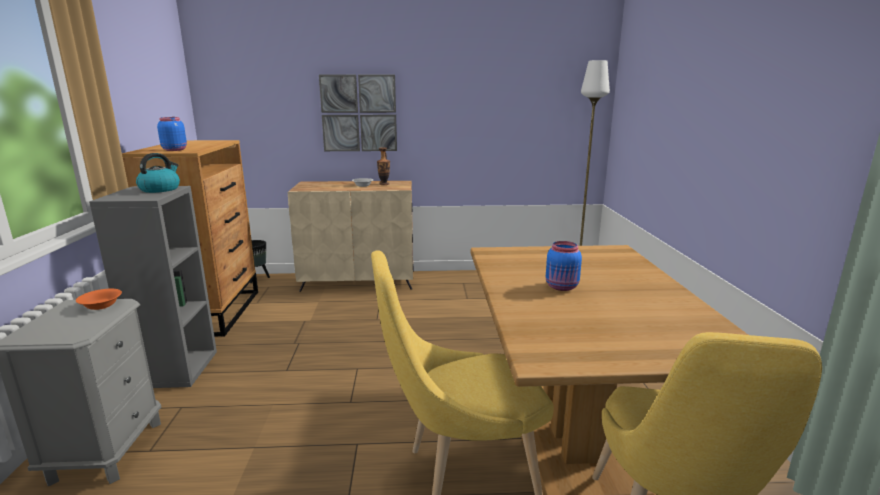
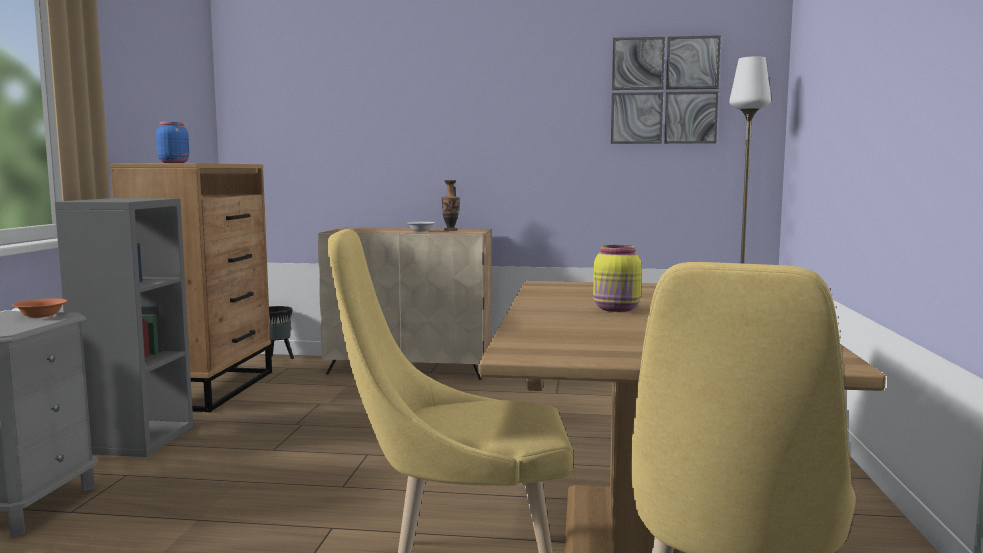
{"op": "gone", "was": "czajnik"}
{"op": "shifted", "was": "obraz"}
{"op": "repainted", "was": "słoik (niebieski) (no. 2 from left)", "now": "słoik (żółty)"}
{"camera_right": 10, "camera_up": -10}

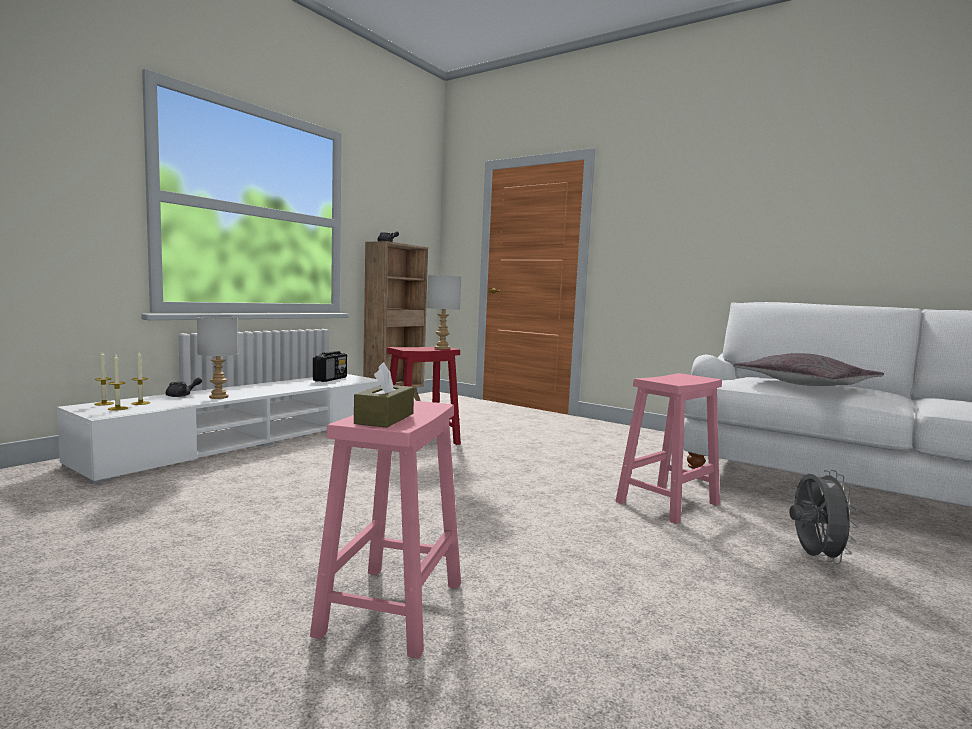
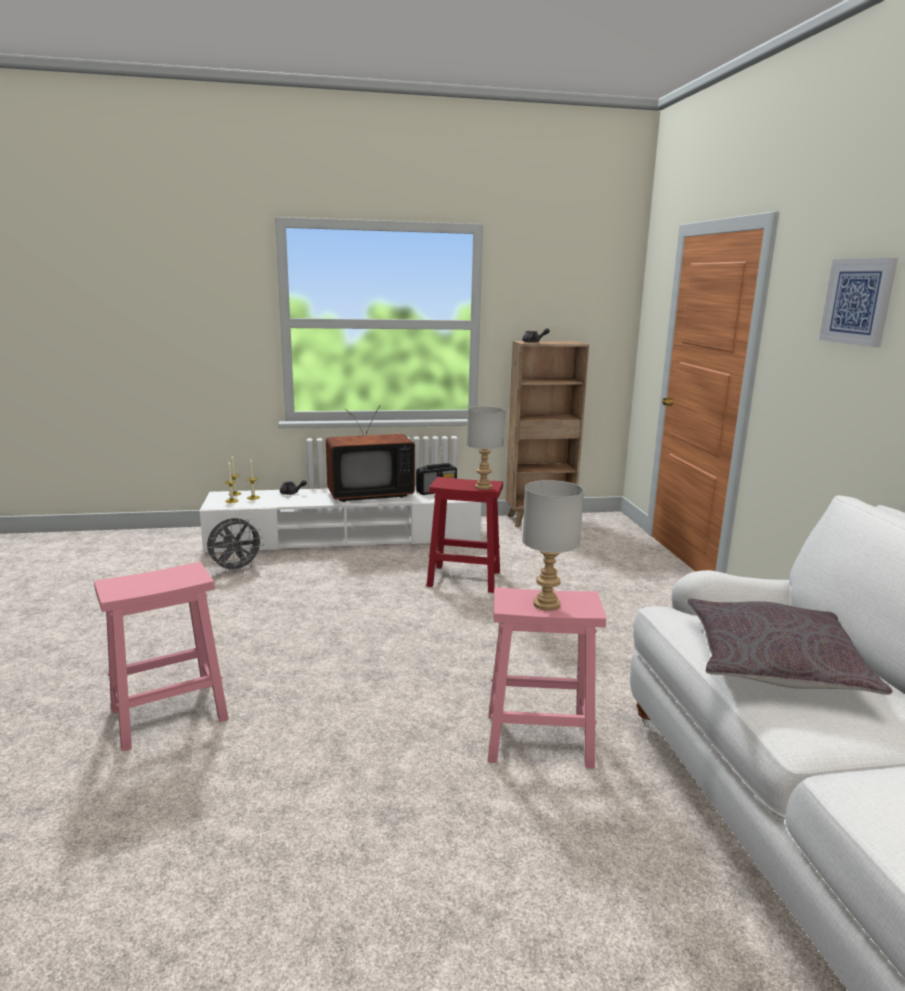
{"op": "shifted", "was": "lampa stołowa (szary) (no. 1 from left in the first image)", "now": "lampa stołowa (szary) (no. 2 from left)"}
{"op": "gone", "was": "pudełko chusteczek (brązowy)"}
{"op": "shifted", "was": "wentylator (szary)"}
{"op": "new", "now": "telewizor"}
{"op": "new", "now": "obraz"}
{"camera_right": 45, "camera_up": 10}

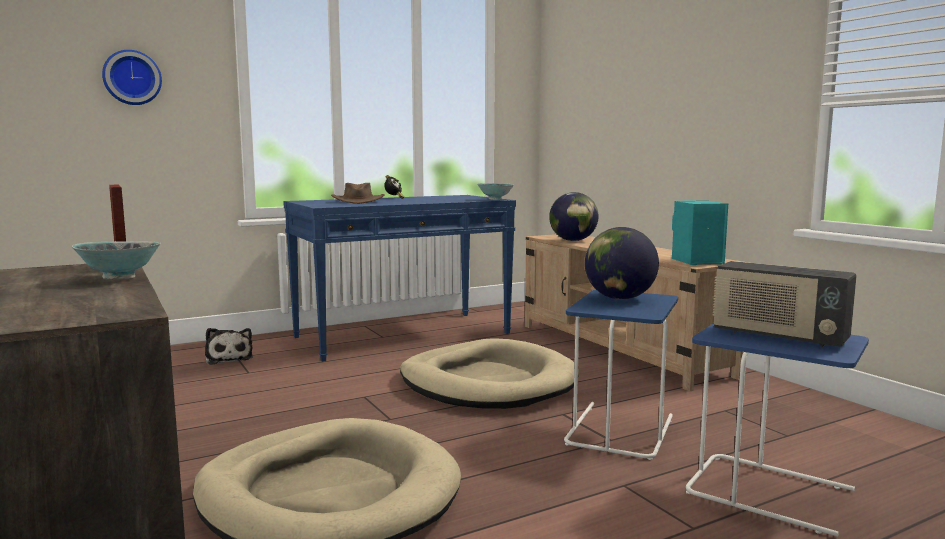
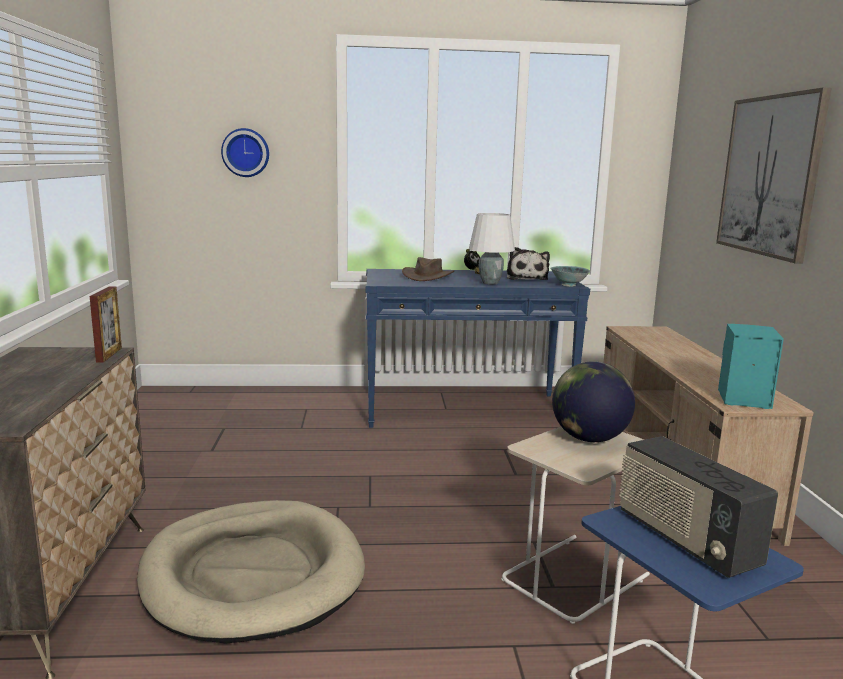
{"op": "gone", "was": "miska (no. 1 from left)"}
{"op": "shifted", "was": "pluszak"}
{"op": "gone", "was": "legowisko (beżowy) (no. 2 from left)"}
{"op": "gone", "was": "globus (no. 1 from left)"}
{"op": "repainted", "was": "stolik (niebieski) (no. 1 from left)", "now": "stolik (beżowy)"}
{"op": "new", "now": "lampa stołowa (biały)"}
{"op": "new", "now": "obraz"}
{"camera_right": 25, "camera_up": 5}

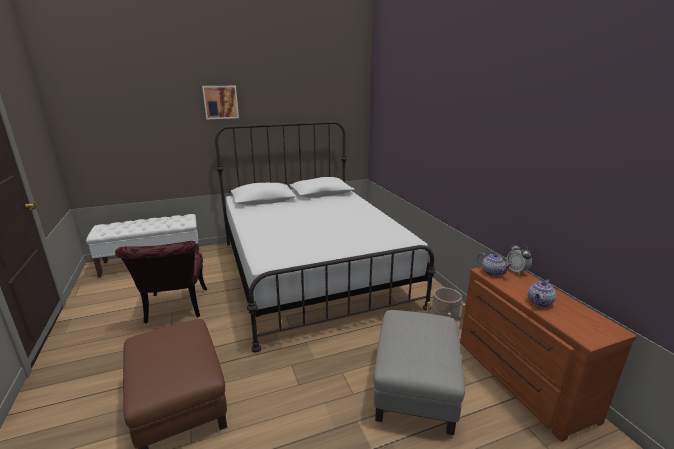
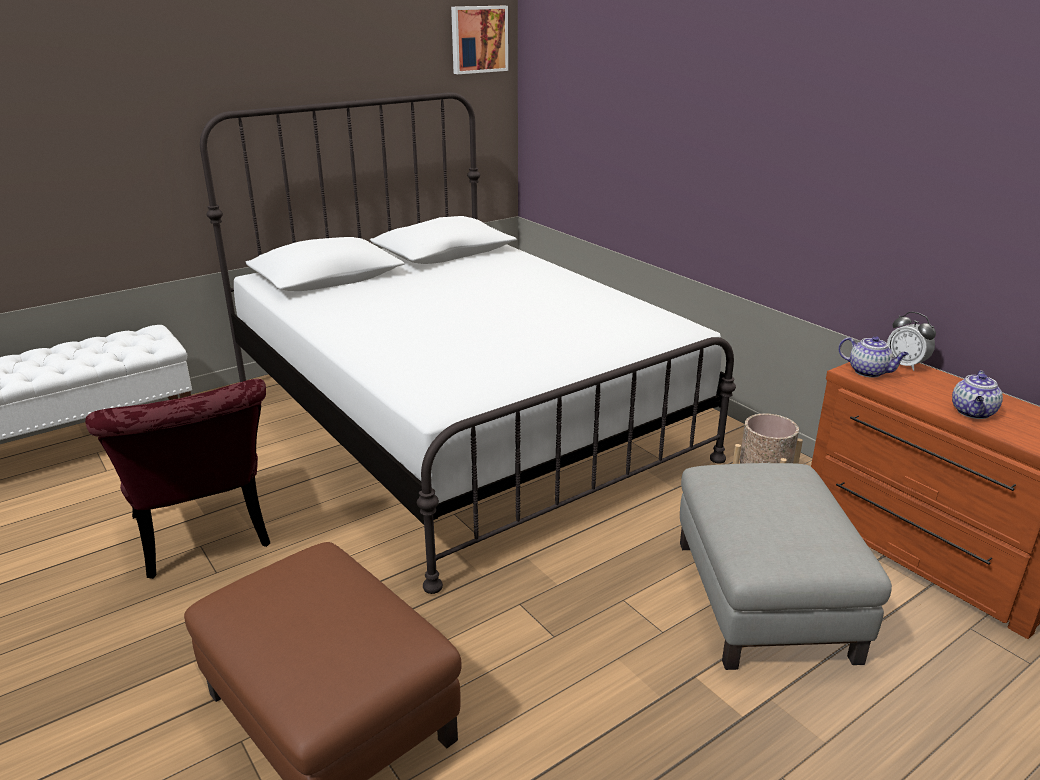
{"op": "shifted", "was": "obraz"}
{"camera_right": -15, "camera_up": 5}

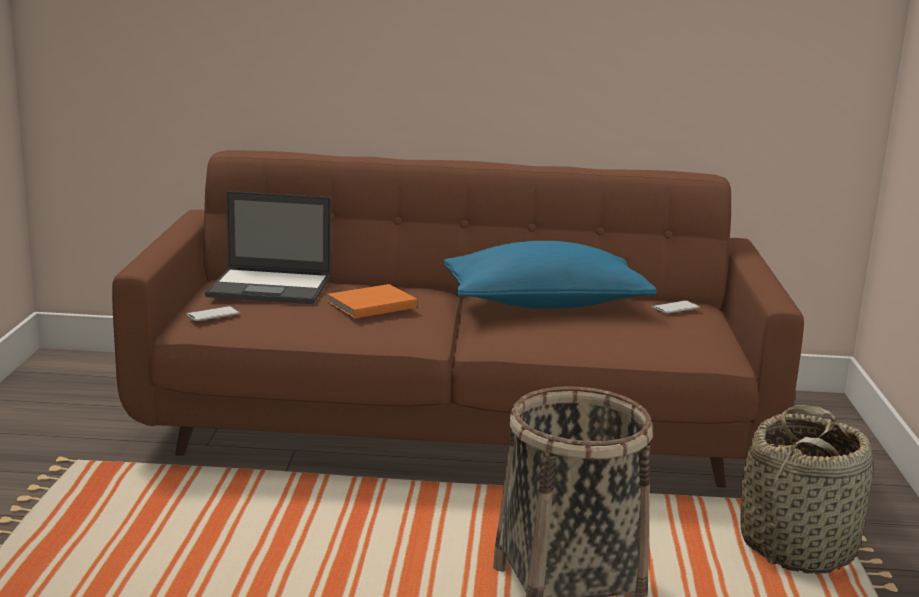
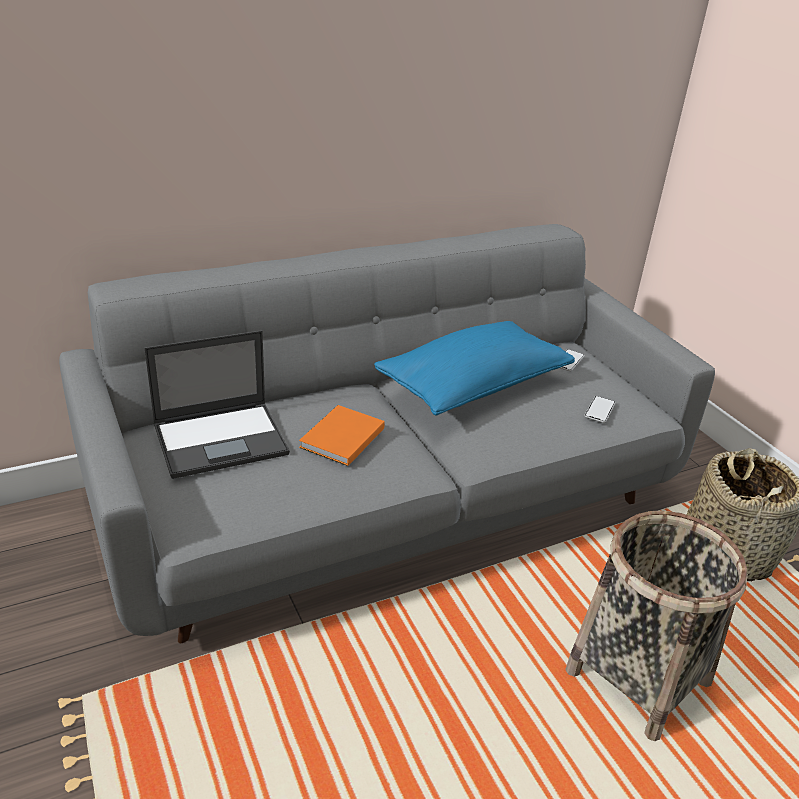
{"op": "repainted", "was": "kanapa (brązowy)", "now": "kanapa (szary)"}
{"op": "shifted", "was": "telefon (no. 1 from left in the first image)", "now": "telefon (no. 2 from left)"}
{"camera_right": -30, "camera_up": 15}

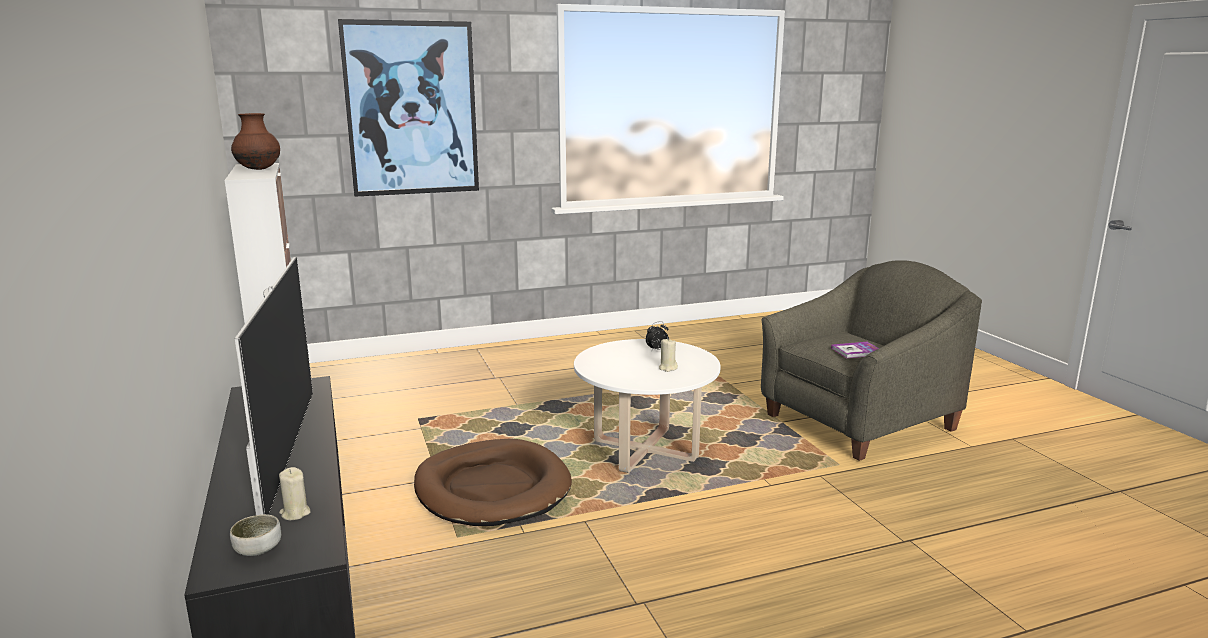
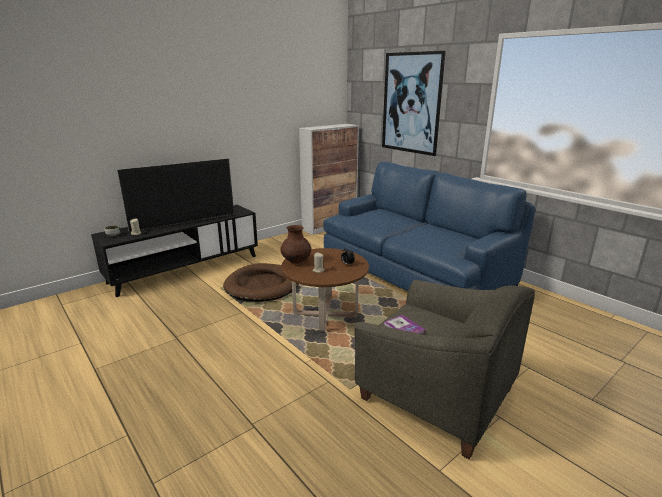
{"op": "shifted", "was": "wazon (brązowy)"}
{"op": "repainted", "was": "ława (biały)", "now": "ława (brązowy)"}
{"op": "new", "now": "kanapa (niebieski)"}
{"camera_right": 70, "camera_up": 5}

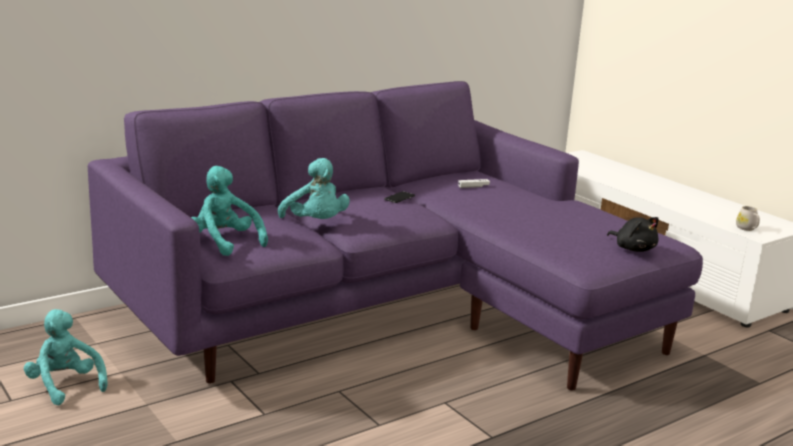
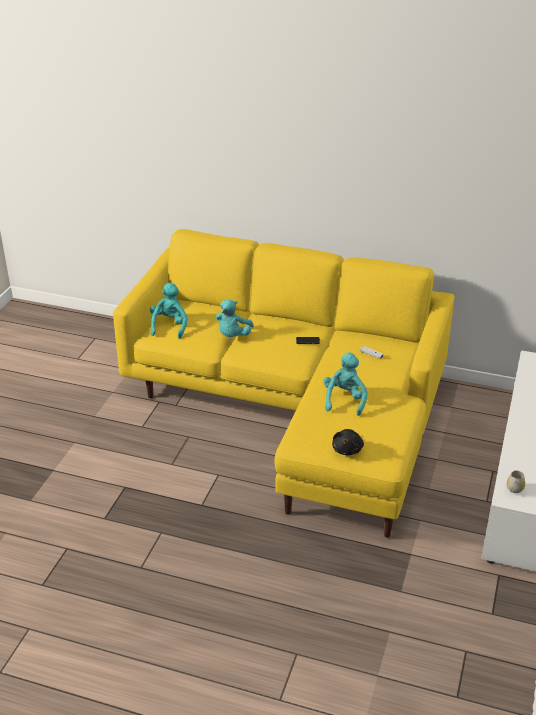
{"op": "shifted", "was": "pluszak (turkusowy) (no. 1 from left in the first image)", "now": "pluszak (turkusowy) (no. 3 from left)"}
{"op": "repainted", "was": "kanapa (fioletowy)", "now": "kanapa (żółty)"}
{"camera_right": 55, "camera_up": 15}

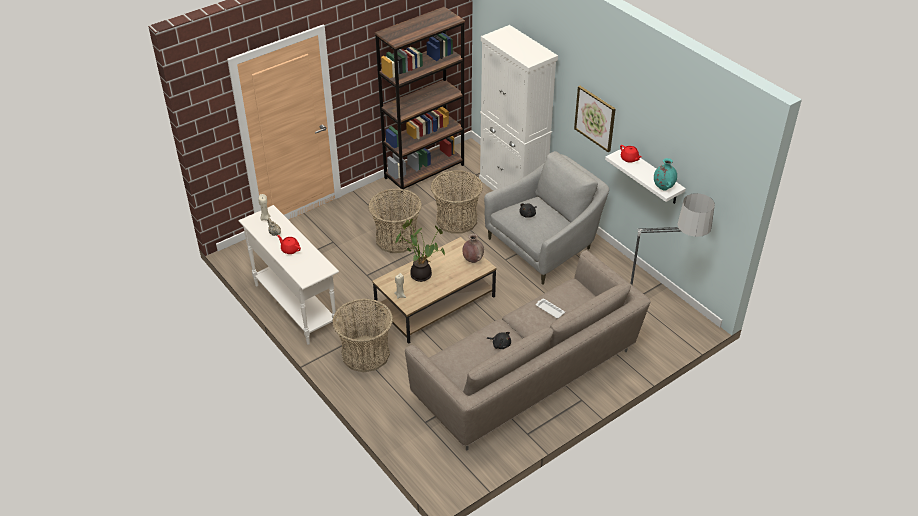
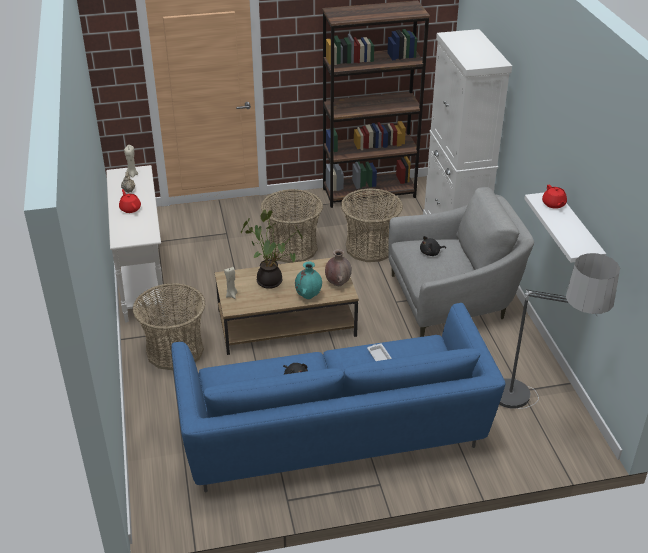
{"op": "repainted", "was": "kanapa (beżowy)", "now": "kanapa (niebieski)"}
{"op": "gone", "was": "obraz"}
{"op": "shifted", "was": "wazon (turkusowy)"}
{"camera_right": 25, "camera_up": -5}

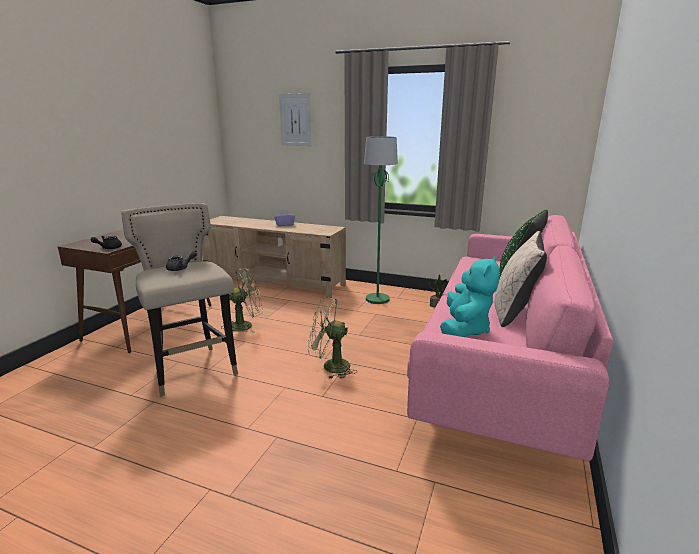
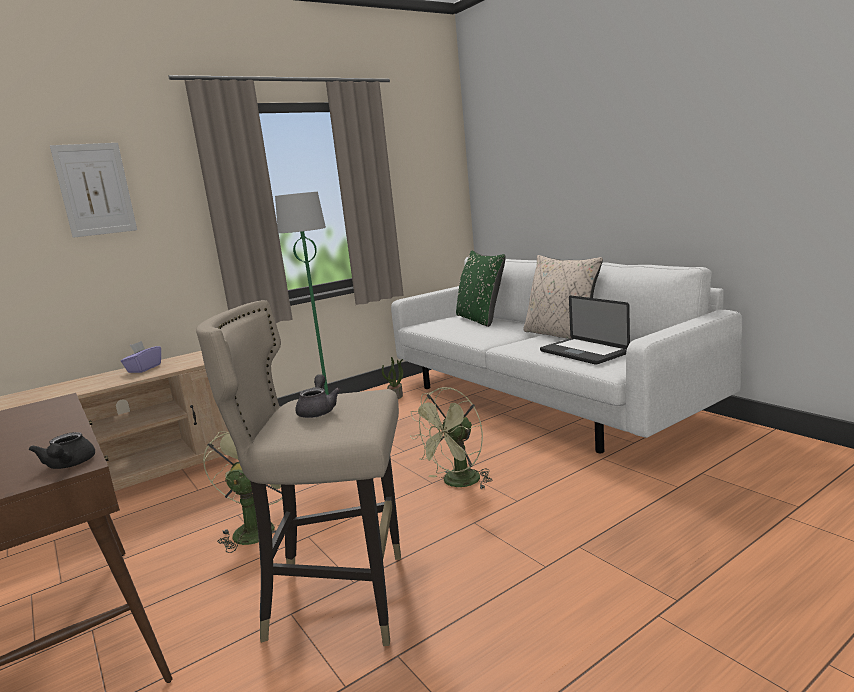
{"op": "repainted", "was": "kanapa (różowy)", "now": "kanapa (biały)"}
{"op": "swapped", "was": "pluszak (turkusowy)", "now": "laptop"}
{"camera_right": -55, "camera_up": -5}

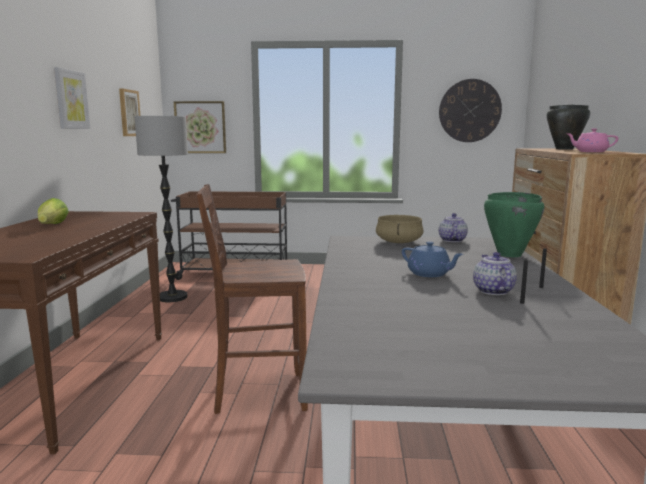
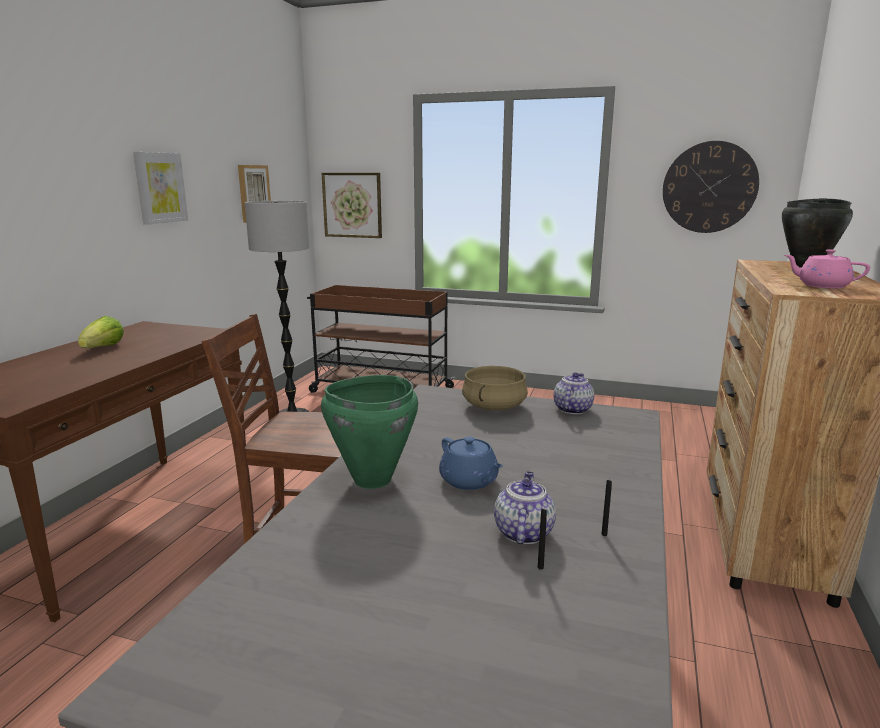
{"op": "shifted", "was": "garnek (zielony)"}
{"camera_right": 15, "camera_up": 5}

